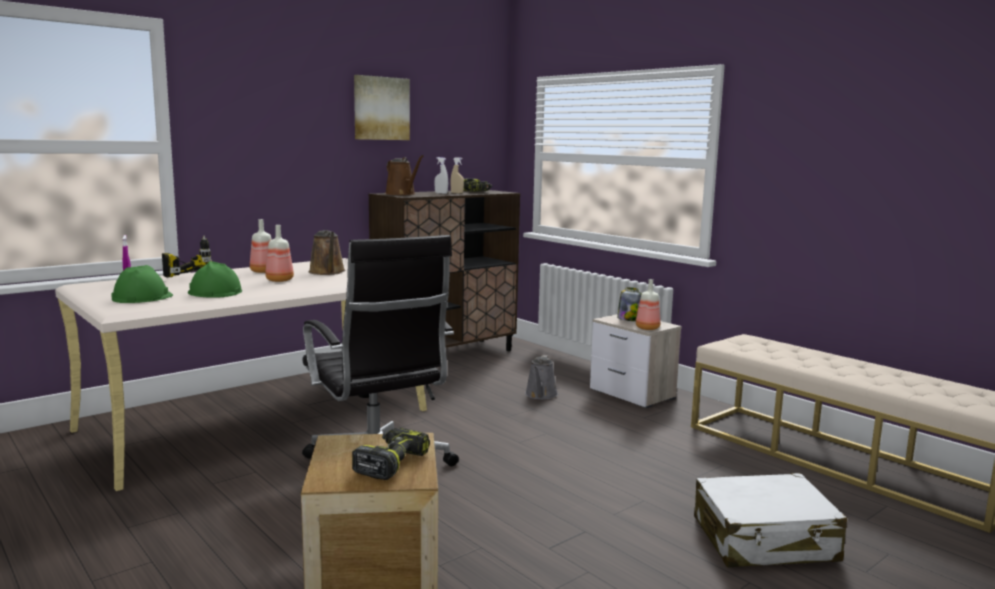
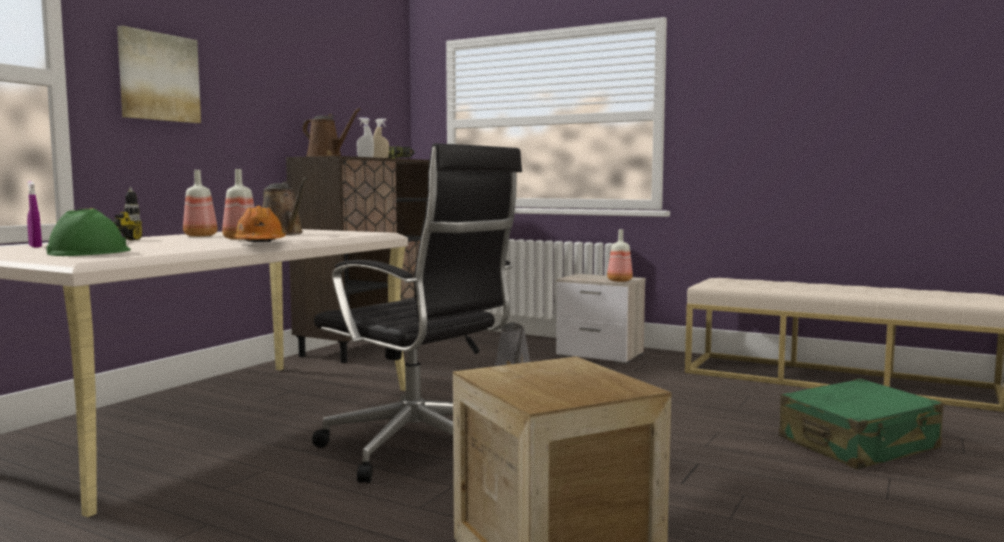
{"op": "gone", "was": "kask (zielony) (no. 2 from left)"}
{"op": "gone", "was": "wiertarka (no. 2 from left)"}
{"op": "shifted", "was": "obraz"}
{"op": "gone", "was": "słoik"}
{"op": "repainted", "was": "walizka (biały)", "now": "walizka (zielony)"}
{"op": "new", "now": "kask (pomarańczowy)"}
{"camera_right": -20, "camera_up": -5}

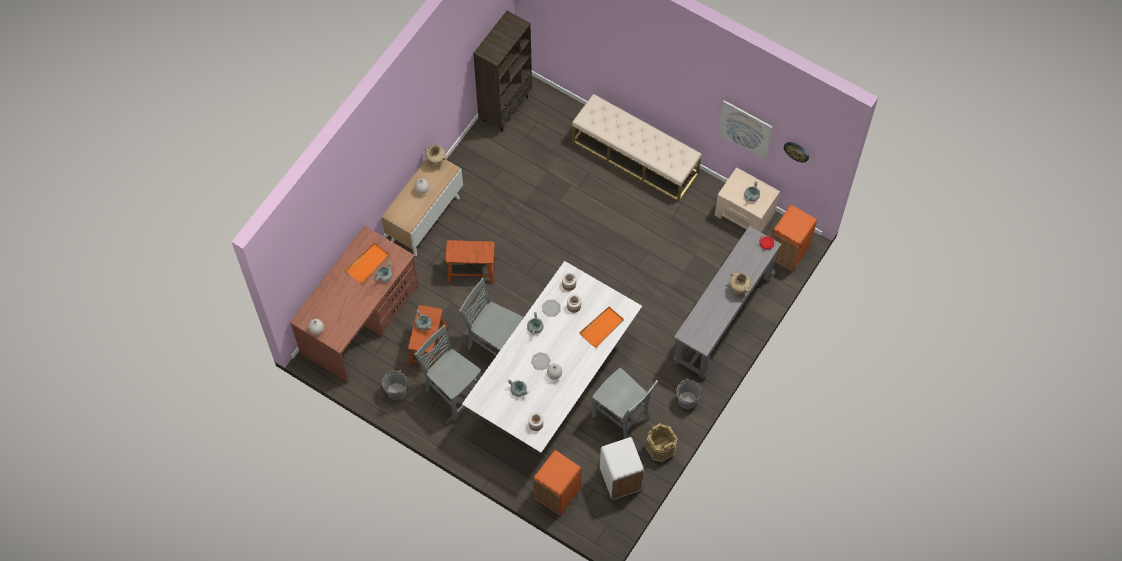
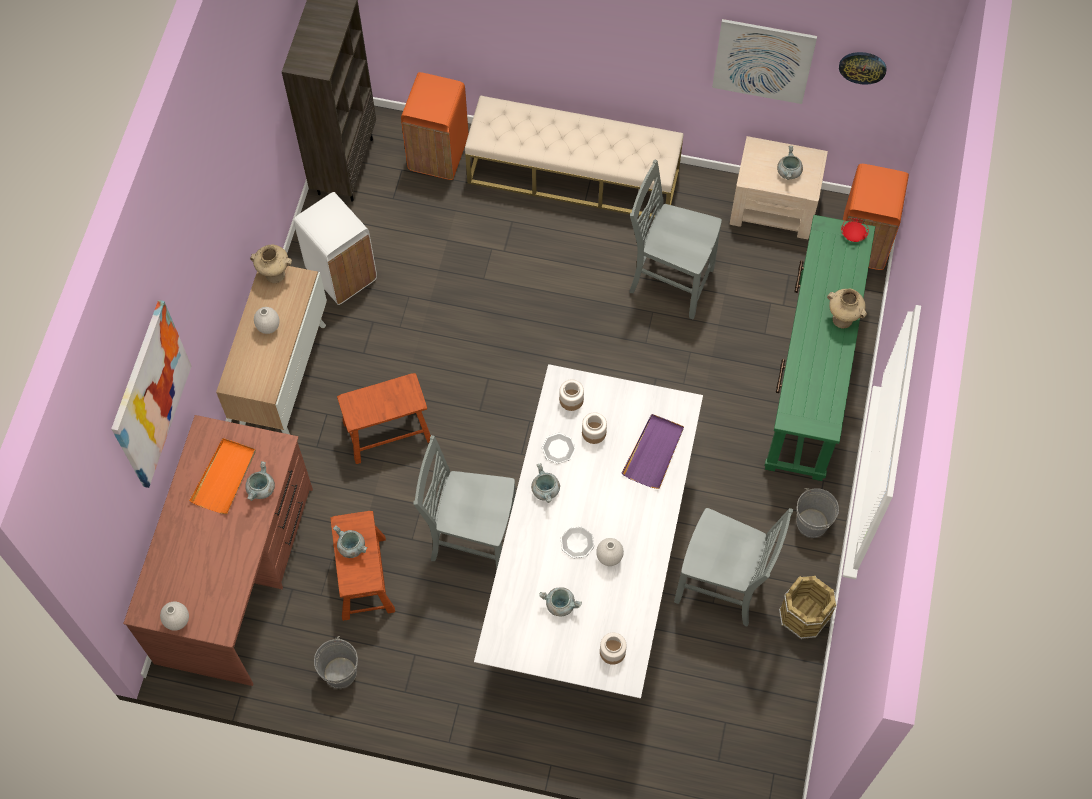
{"op": "shifted", "was": "krzesło (szary) (no. 1 from left in the first image)", "now": "krzesło (szary) (no. 2 from left)"}
{"op": "shifted", "was": "kosz na śmieci (pomarańczowy) (no. 1 from left)"}
{"op": "repainted", "was": "taca (pomarańczowy) (no. 2 from left)", "now": "taca (fioletowy)"}
{"op": "shifted", "was": "kosz na śmieci (biały)"}
{"op": "repainted", "was": "stolik konsolowy (szary)", "now": "stolik konsolowy (zielony)"}
{"op": "new", "now": "obraz (no. 1 from left)"}
{"camera_right": -20, "camera_up": 0}

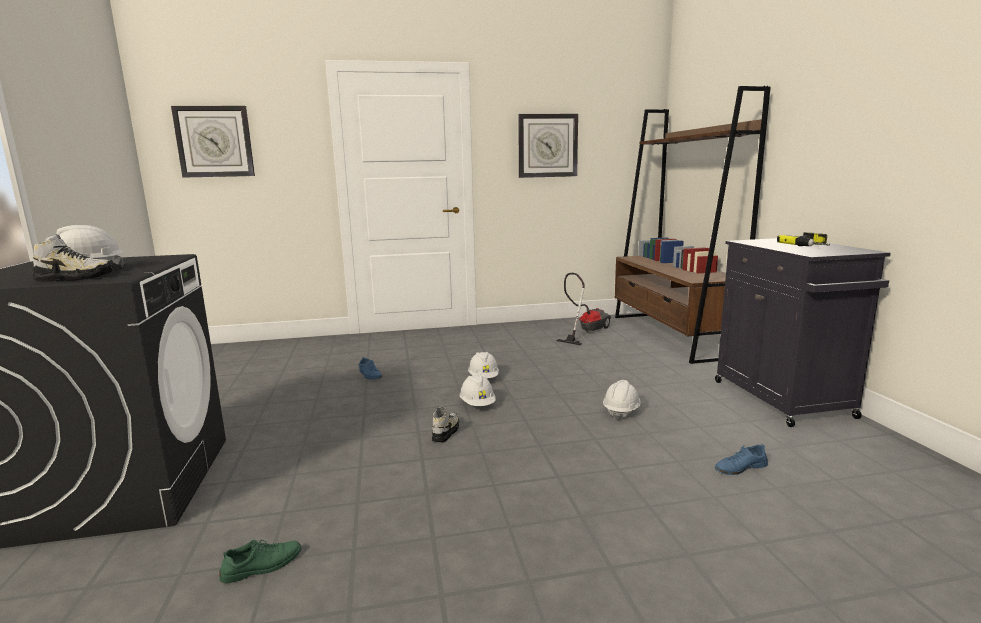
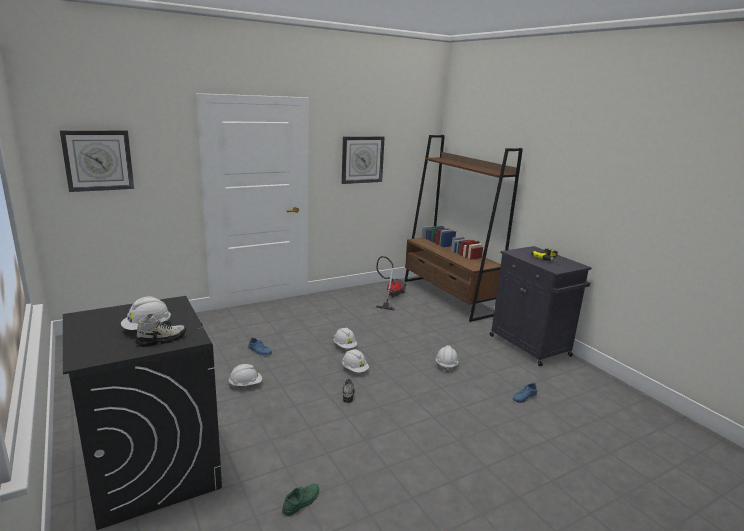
{"op": "new", "now": "kask (biały) (no. 2 from left)"}
{"camera_right": -20, "camera_up": 5}

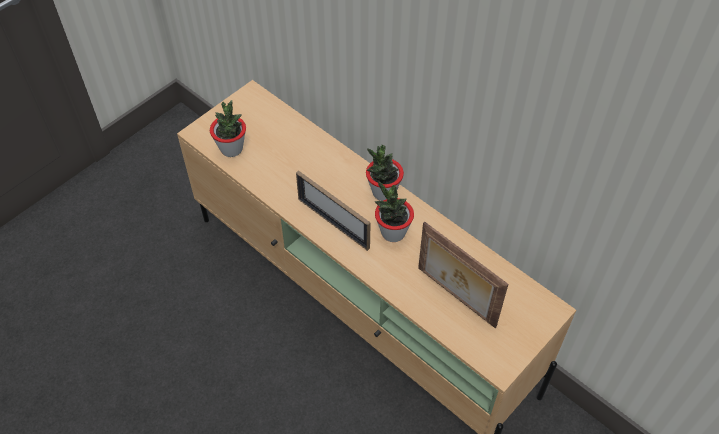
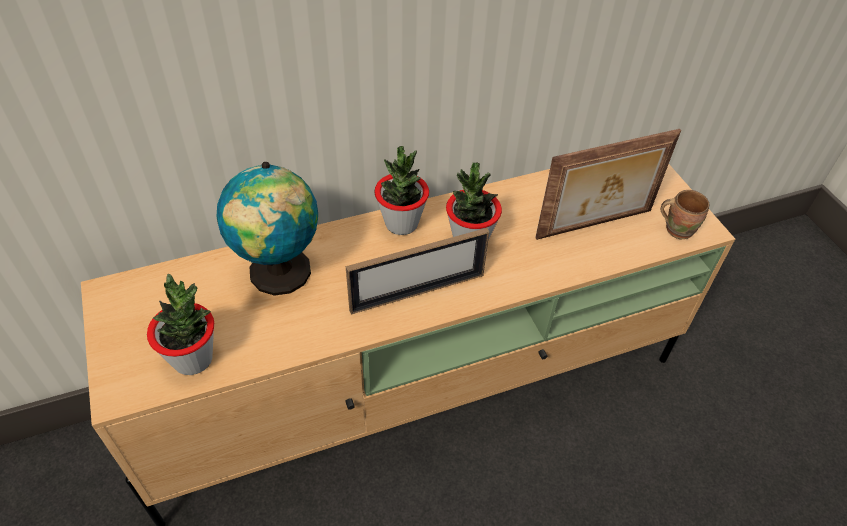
{"op": "new", "now": "globus"}
{"op": "new", "now": "kubek (brązowy)"}
{"camera_right": -65, "camera_up": -5}

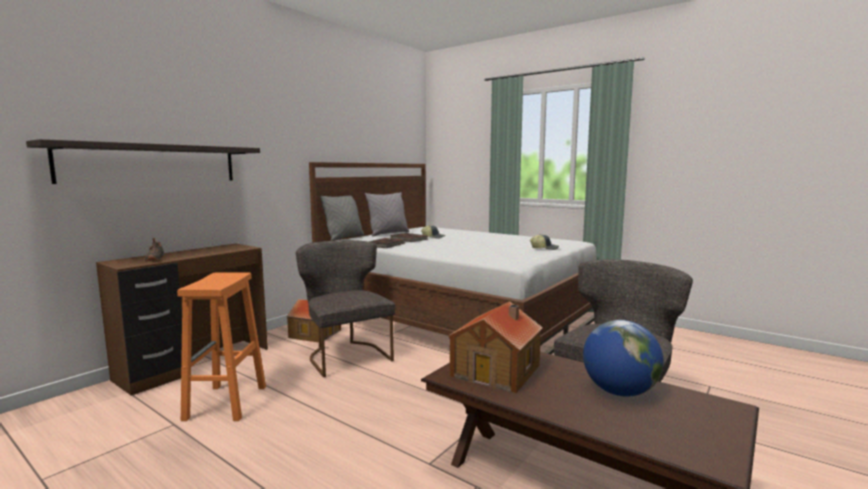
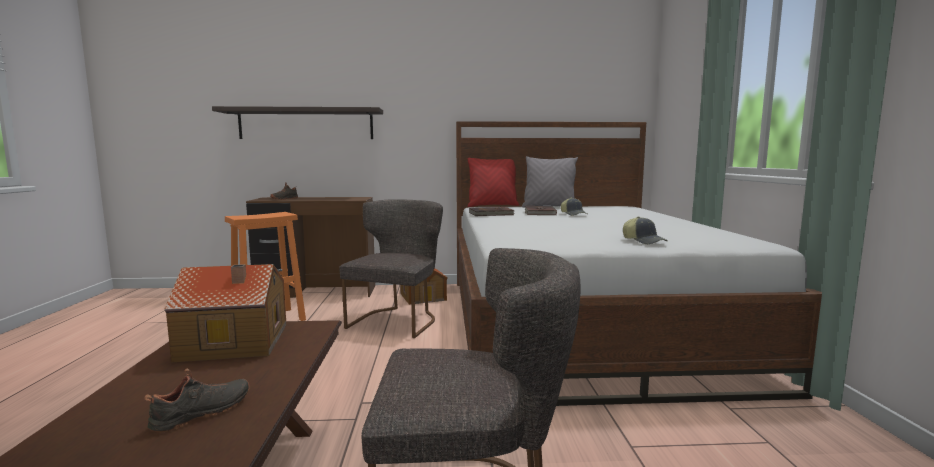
{"op": "repainted", "was": "poduszka (szary) (no. 1 from left)", "now": "poduszka (czerwony)"}
{"op": "swapped", "was": "globus", "now": "but (czarny) (no. 1 from left)"}
{"camera_right": 50, "camera_up": 0}

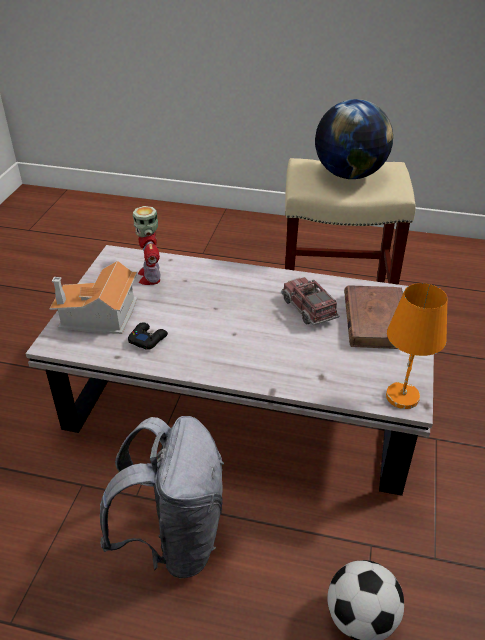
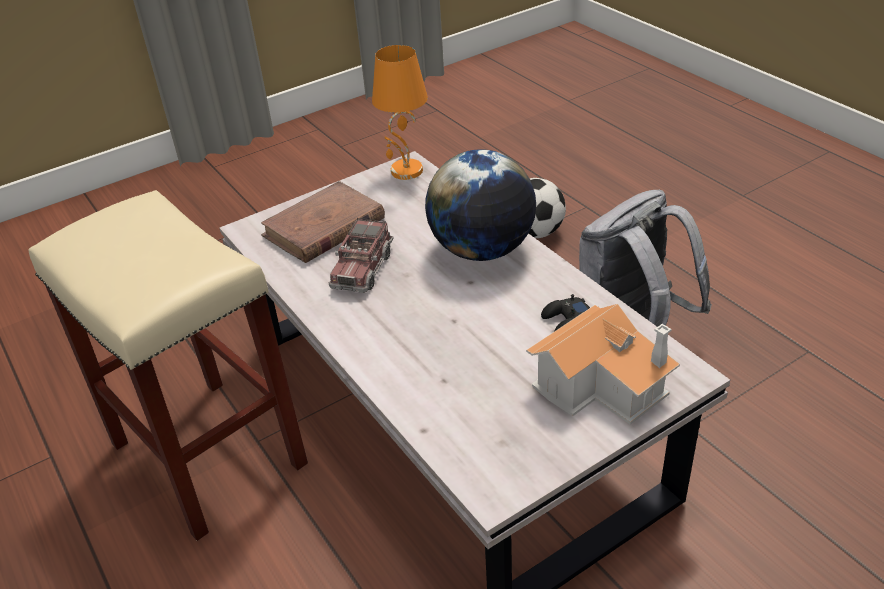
{"op": "gone", "was": "robot zabawkowy"}
{"op": "shifted", "was": "globus"}
{"camera_right": -135, "camera_up": 0}

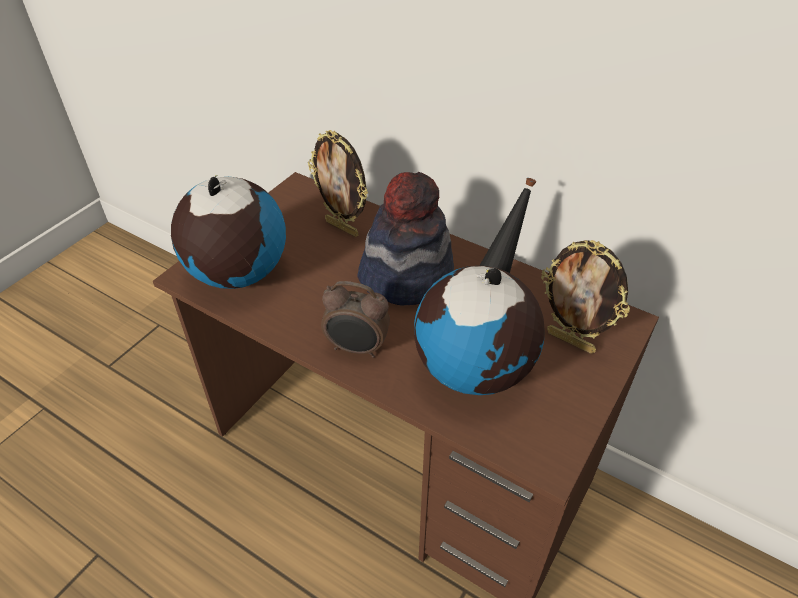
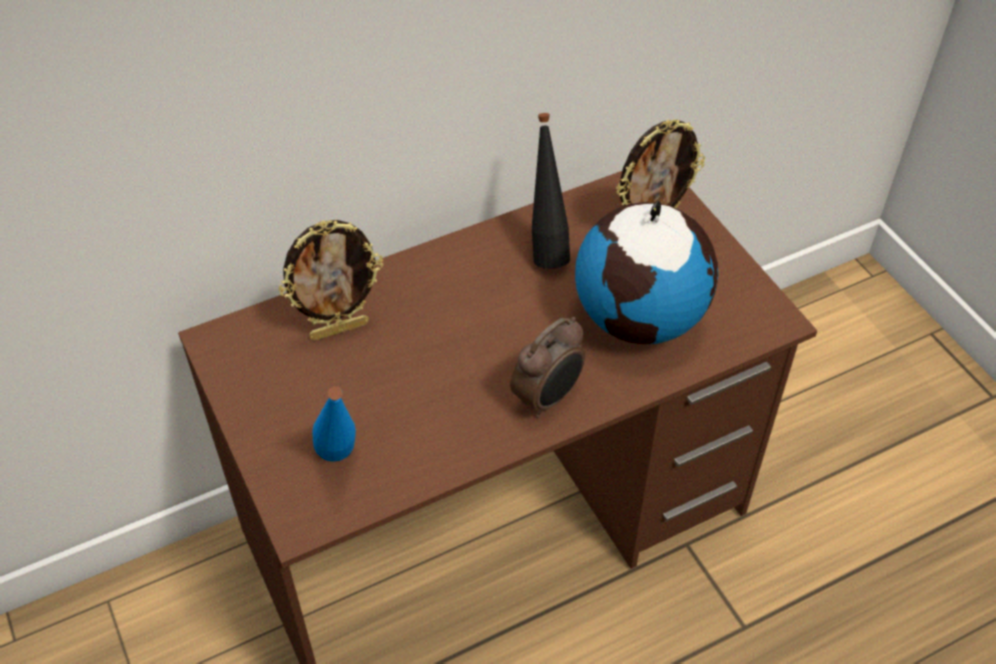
{"op": "swapped", "was": "globus (no. 1 from left)", "now": "butelka (niebieski)"}
{"op": "gone", "was": "kapelusz"}
{"camera_right": -60, "camera_up": 5}

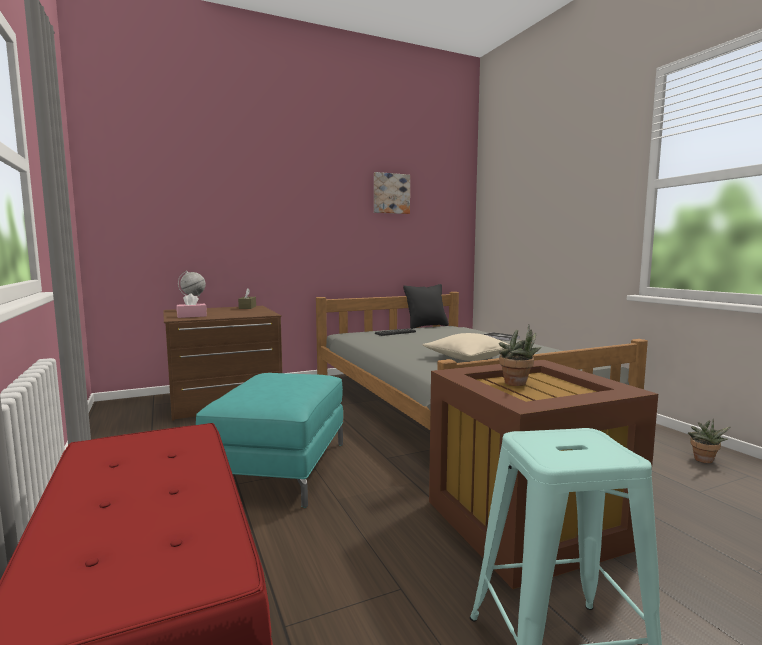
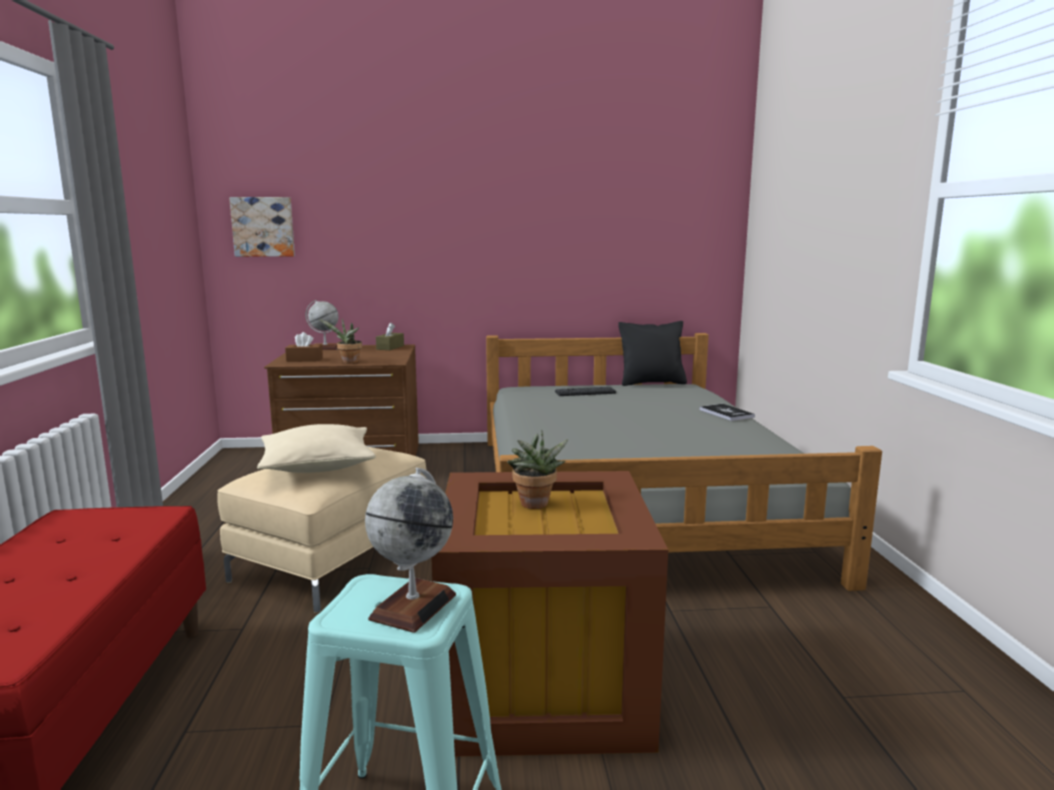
{"op": "repainted", "was": "pudełko chusteczek (różowy)", "now": "pudełko chusteczek (brązowy) (no. 1 from left)"}
{"op": "repainted", "was": "pufa (turkusowy)", "now": "pufa (beżowy)"}
{"op": "shifted", "was": "obraz"}
{"op": "shifted", "was": "poduszka (beżowy)"}
{"op": "shifted", "was": "roślina doniczkowa (no. 2 from left in the first image)", "now": "roślina doniczkowa (no. 1 from left)"}
{"op": "new", "now": "globus (no. 2 from left)"}
{"camera_right": 20, "camera_up": 5}

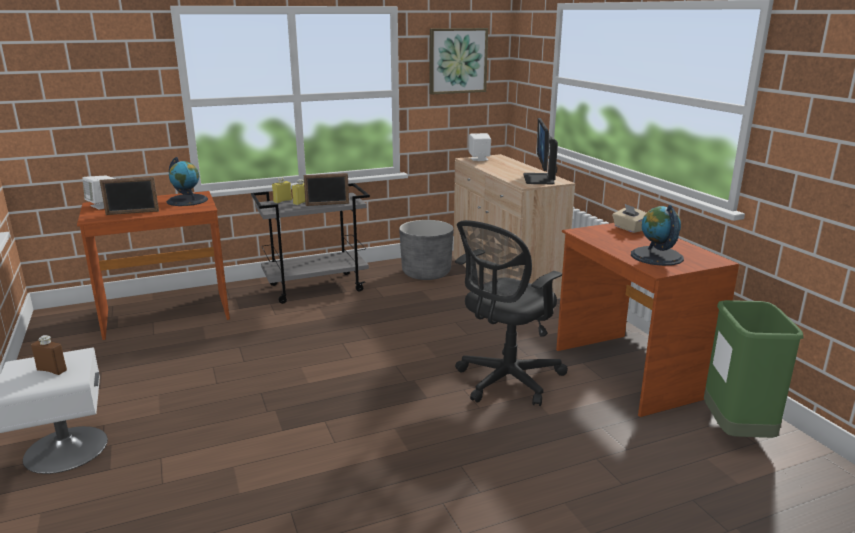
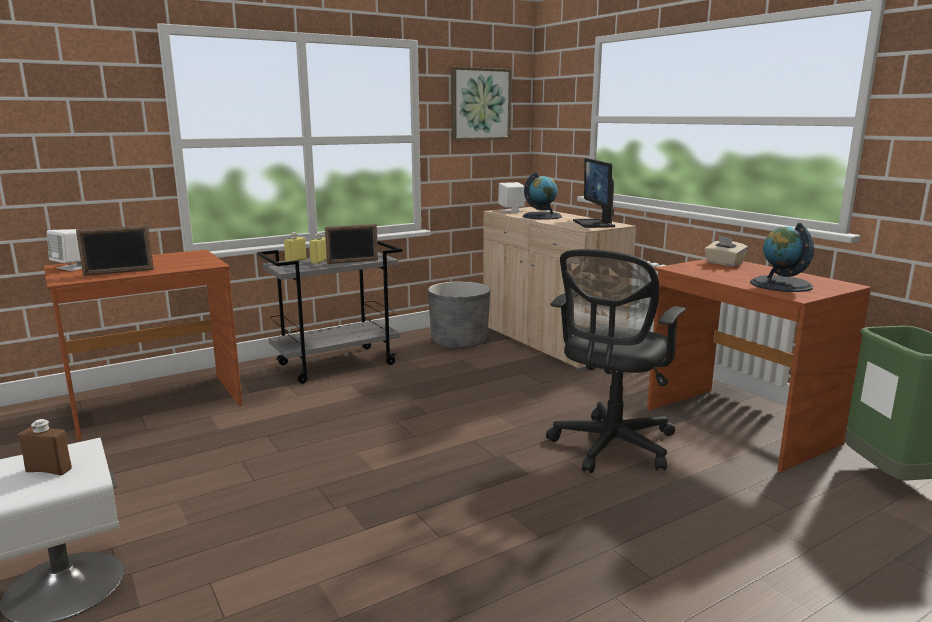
{"op": "shifted", "was": "globus (no. 1 from left)"}
{"camera_right": -10, "camera_up": -5}

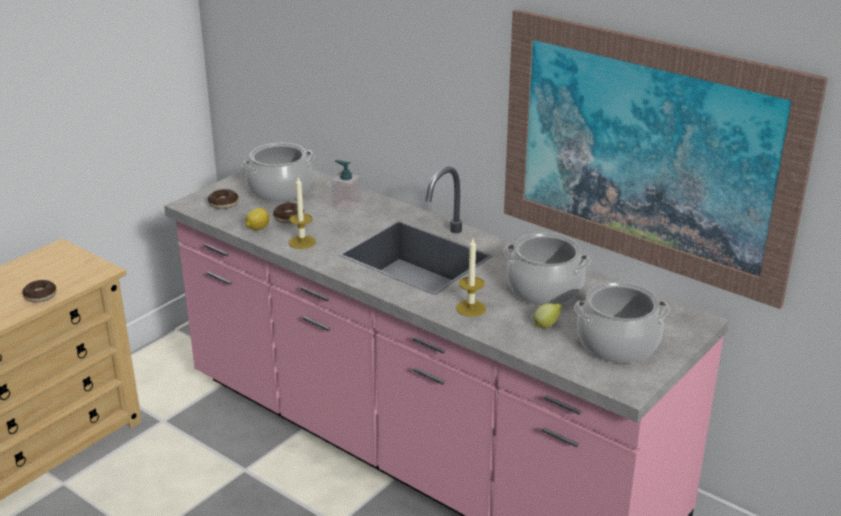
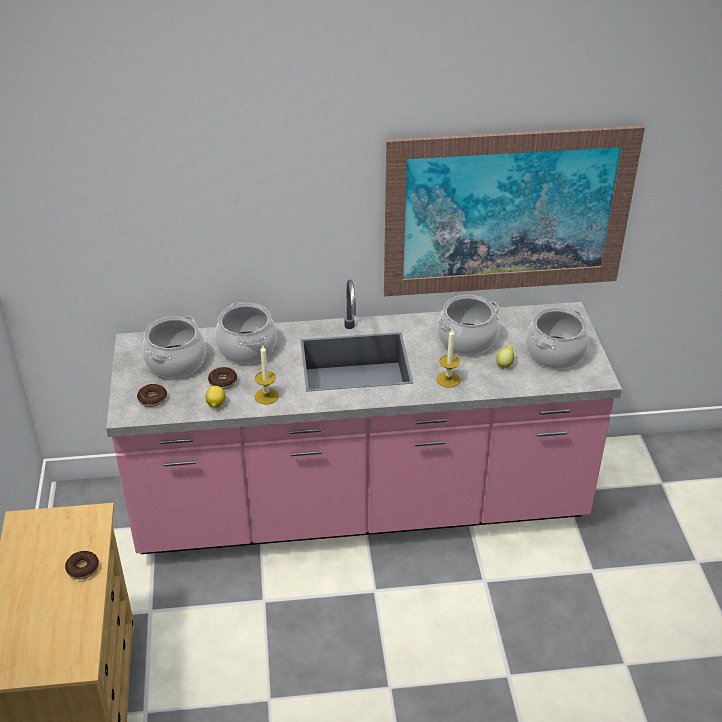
{"op": "swapped", "was": "dozownik mydła", "now": "garnek (no. 2 from left)"}
{"camera_right": -45, "camera_up": 10}

